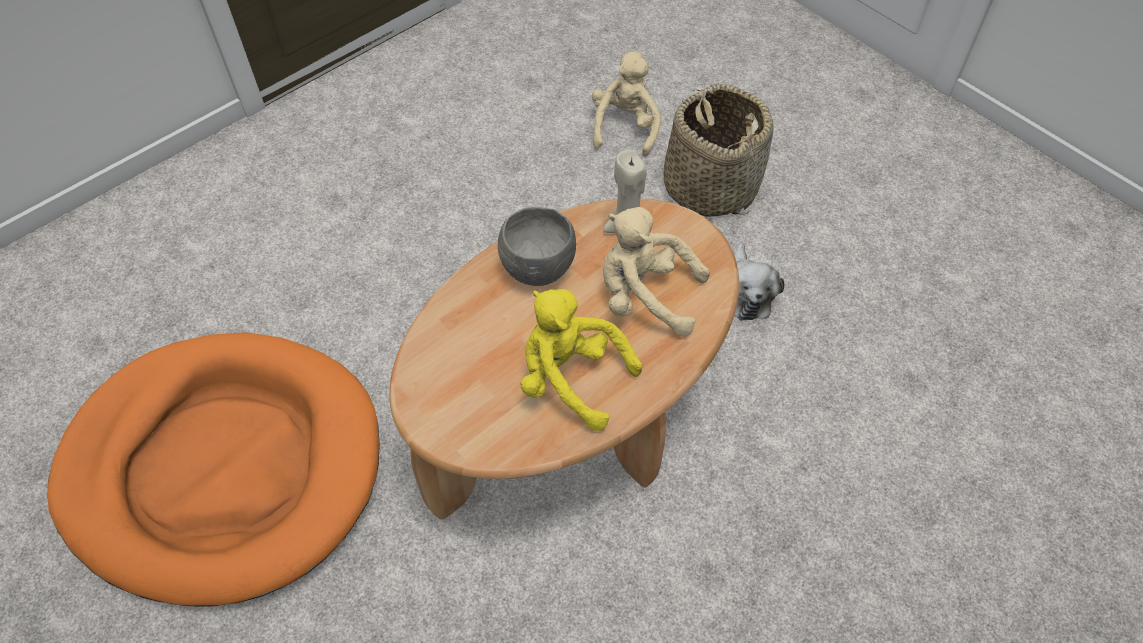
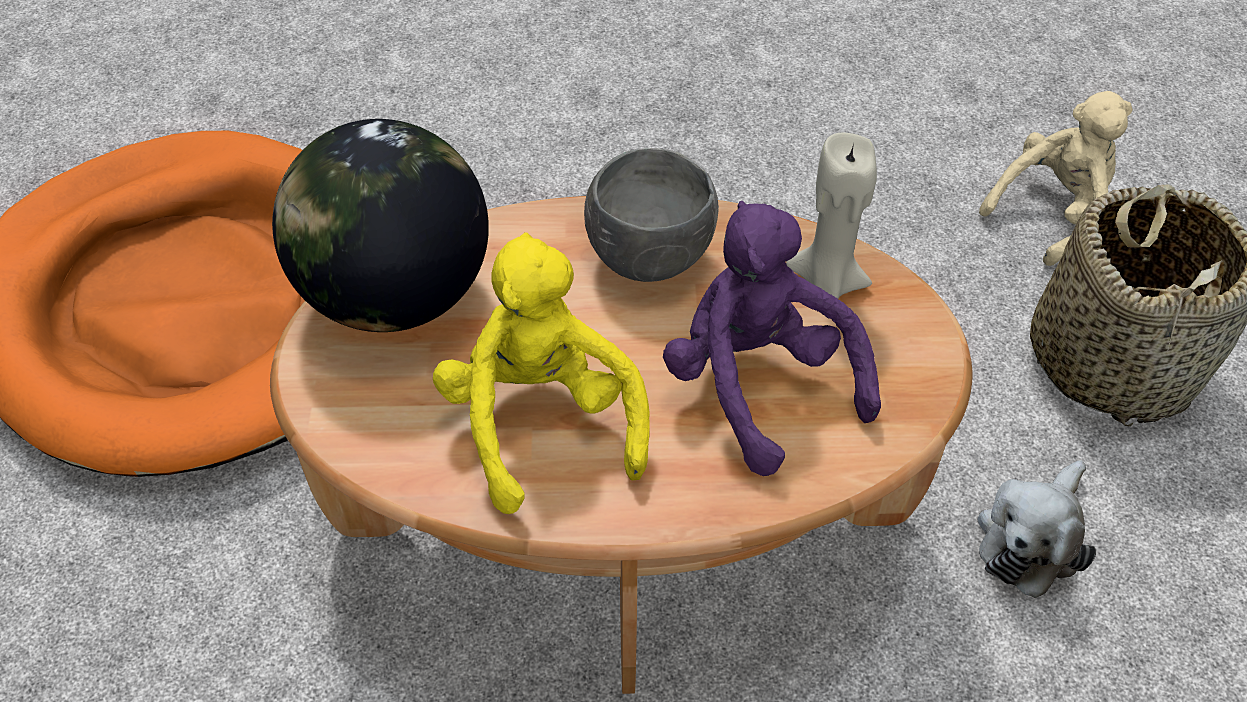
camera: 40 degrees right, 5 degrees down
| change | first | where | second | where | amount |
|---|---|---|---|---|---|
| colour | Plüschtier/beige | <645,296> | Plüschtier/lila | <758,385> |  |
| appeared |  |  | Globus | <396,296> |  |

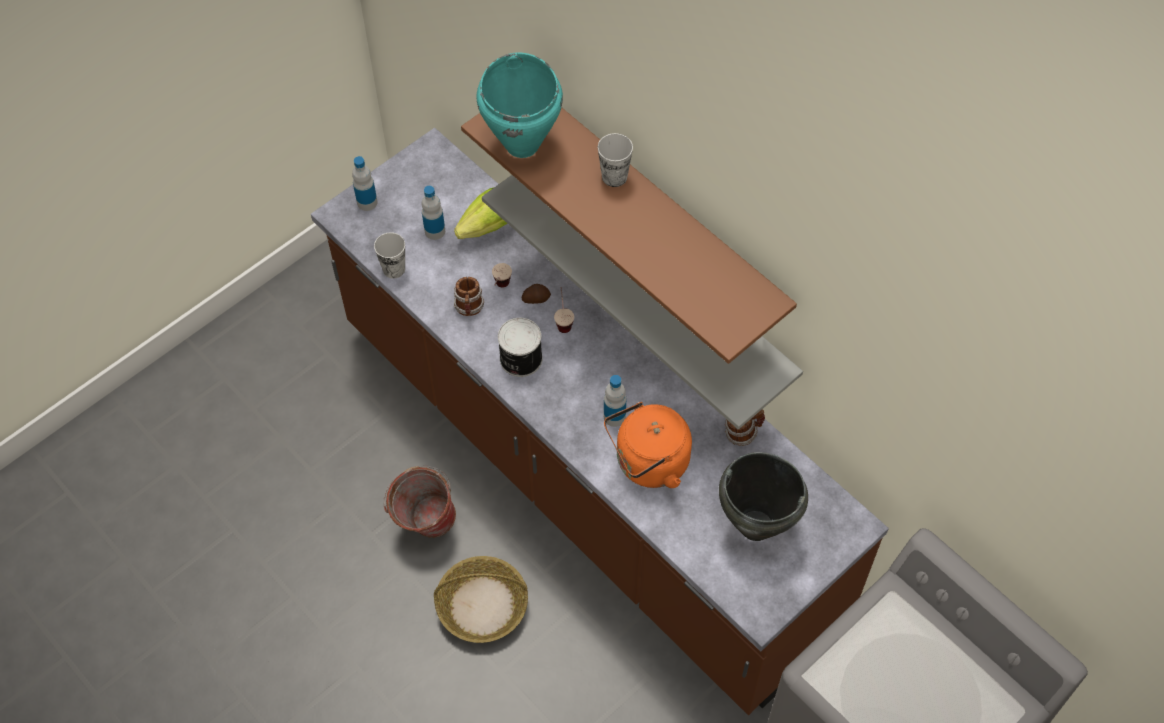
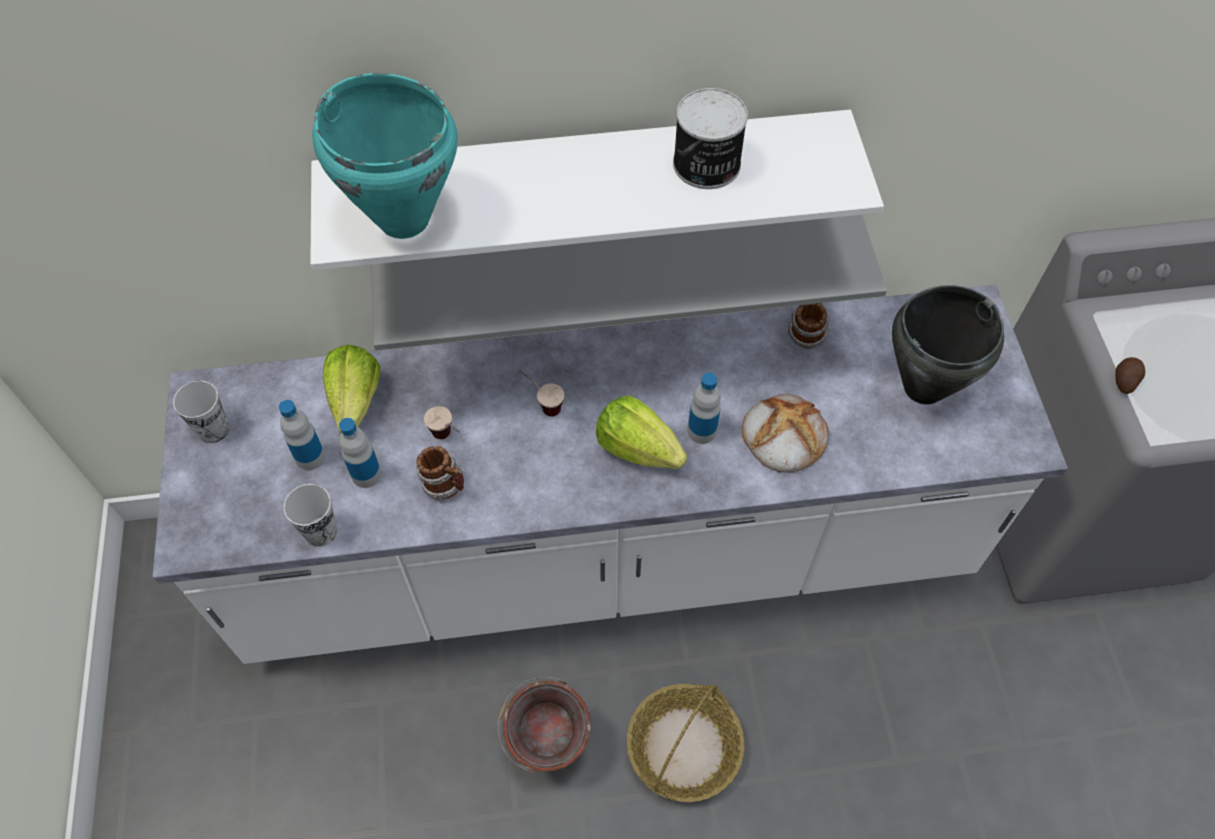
camera: 55 degrees left, 0 degrees up
| change | first | where | second | where | amount |
|---|---|---|---|---|---|
| colour | Küchenzeile/braun | <582,475> | Küchenzeile/weiß | <607,555> |  |
| relocated | Flasche | <367,202> |  | <366,474> |  |
| colour | Wandregal/braun | <655,208> | Wandregal/weiß | <586,171> |  |
| relocated | Dose | <520,359> |  | <706,165> |  |
| relocated | Kartoffel | <536,298> |  | <1124,380> |  |
| relocated | Tasse | <614,177> |  | <213,429> |  |
| exchanged | Wasserkessel/orange | <648,464> | Brot | <783,436> |  |
| appeared |  |  | Salatkopf | <638,448> |  |

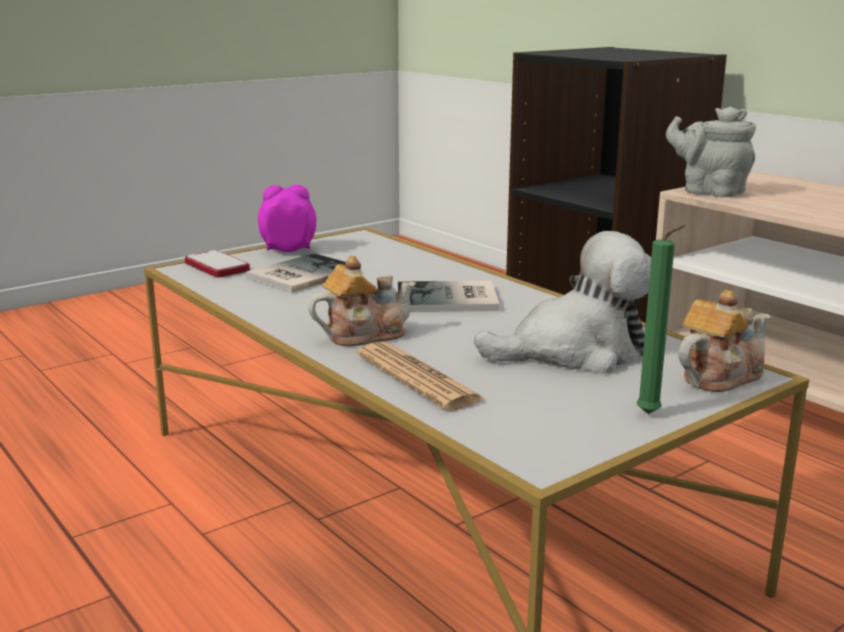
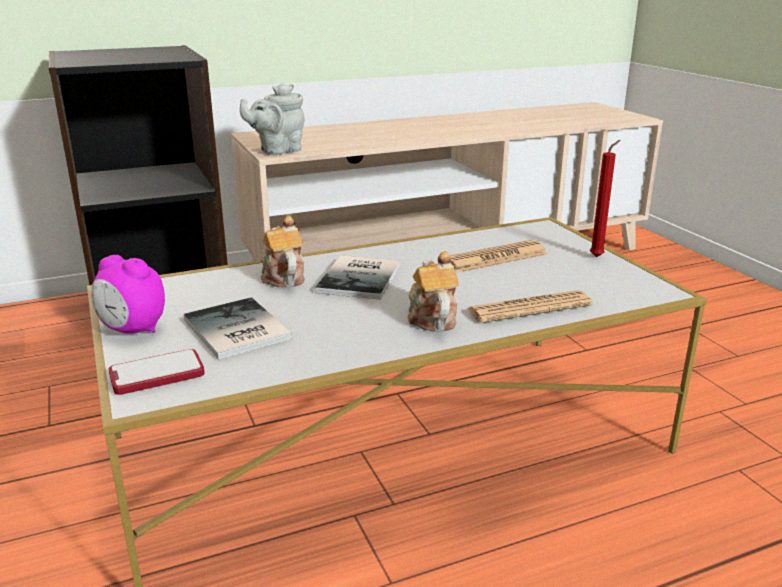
camera: 75 degrees left, 5 degrees up
| change | first | where | second | where | amount |
|---|---|---|---|---|---|
| spun | Wecker | <288,249> |  | <133,330> | 75 degrees counterclockwise |
| exchanged | Plüschtier | <575,353> | Zeitung | <496,258> |  |
| colour | Kerze/grün | <651,415> | Kerze/rot | <598,256> |  |
| relocated | Teekanne | <718,377> |  | <282,277> |  |

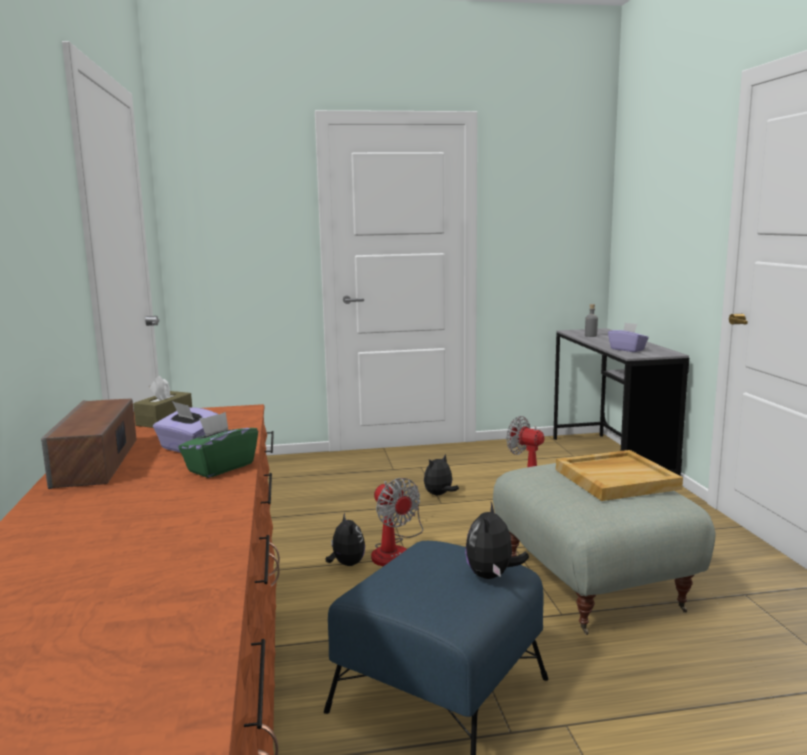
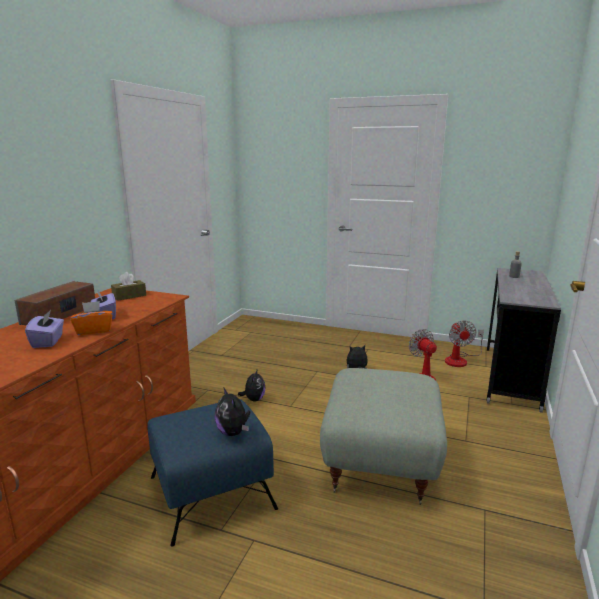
camera: 30 degrees right, 5 degrees up
| change | first | where | second | where | amount |
|---|---|---|---|---|---|
| colour | Taschentuchbox/grün | <220,467> | Taschentuchbox/orange | <94,330> |  |
| relocated | Ventilator | <395,550> |  | <460,360> |  |
| spun | Plüschtier | <492,576> |  | <233,432> | 75 degrees counterclockwise |
| missing | Tablett/beige | <616,479> |  |  |  |
| relocated | Taschentuchbox/lila | <627,349> |  | <48,341> |  |

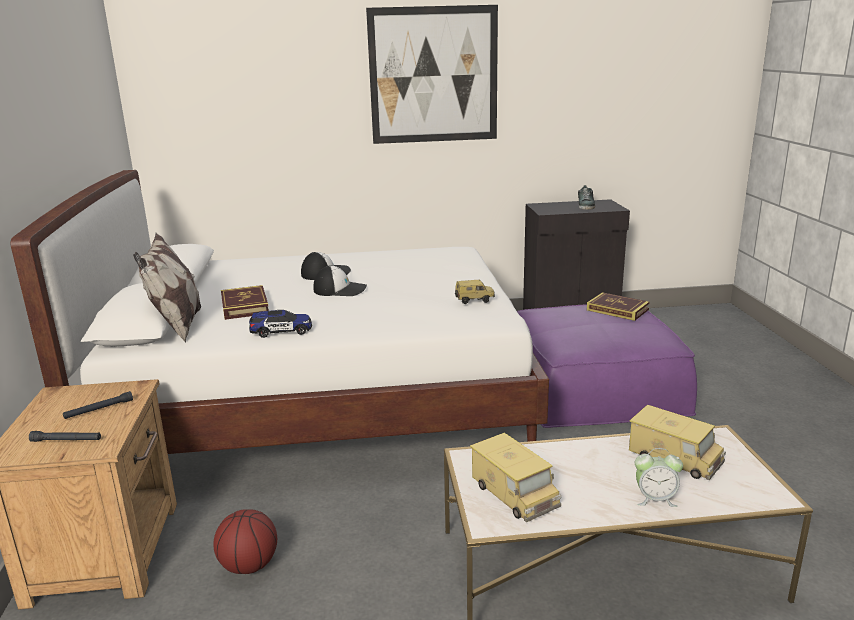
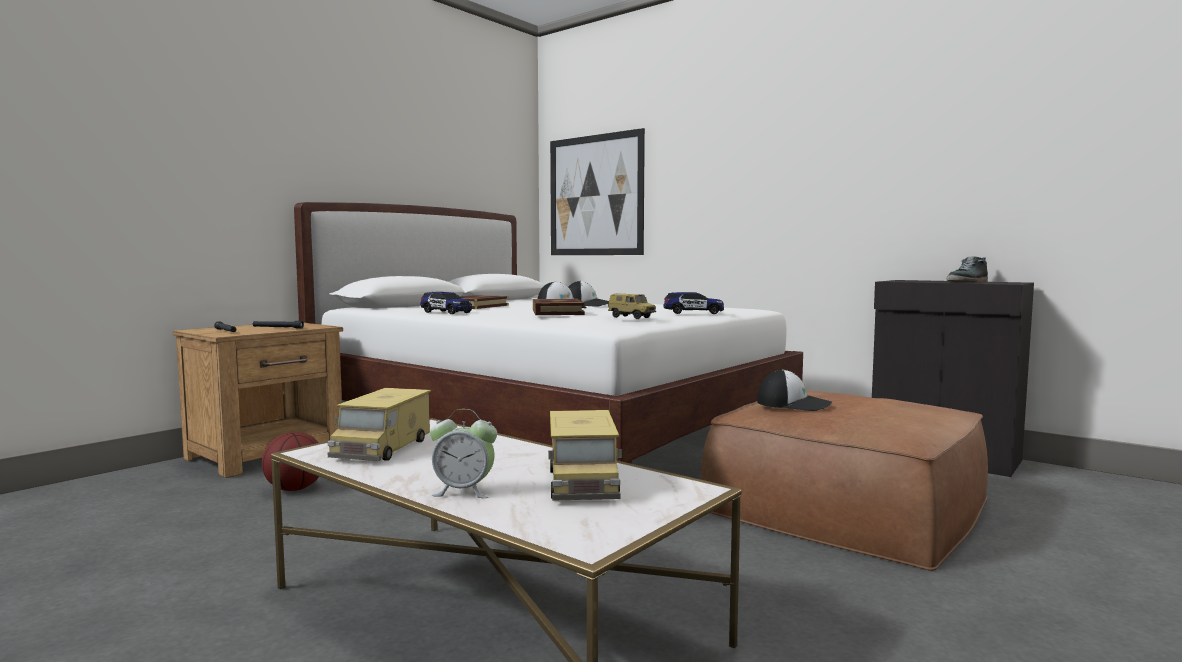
camera: 45 degrees right, 15 degrees down
| change | first | where | second | where | amount |
|---|---|---|---|---|---|
| missing | Kissen | <177,327> |  |  |  |
| relocated | Bild | <433,75> |  | <595,195> |  |
| colour | Polsterhocker/lila | <593,385> | Polsterhocker/braun | <844,503> |  |
| relocated | Buch | <617,310> |  | <557,312> |  |
| spun | Wecker | <655,499> |  | <464,491> | 45 degrees counterclockwise |
| appeared |  |  | Spielzeugauto | <693,313> |  |
| appeared |  |  | Kappe | <794,404> |  |

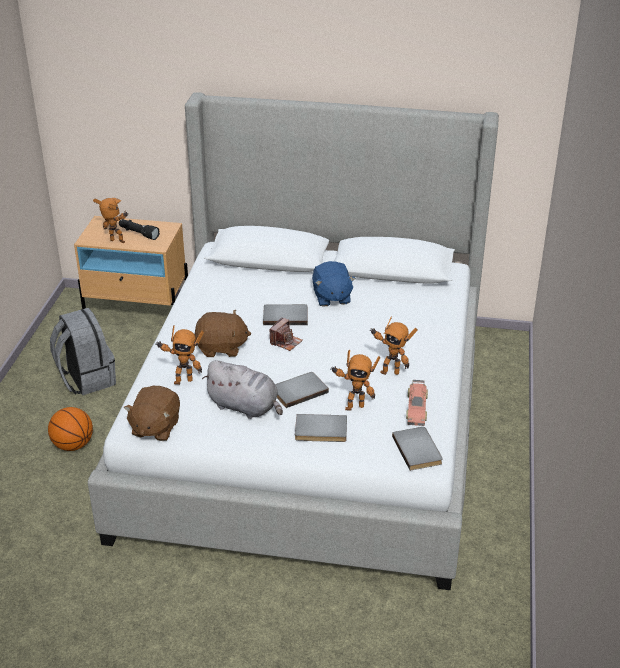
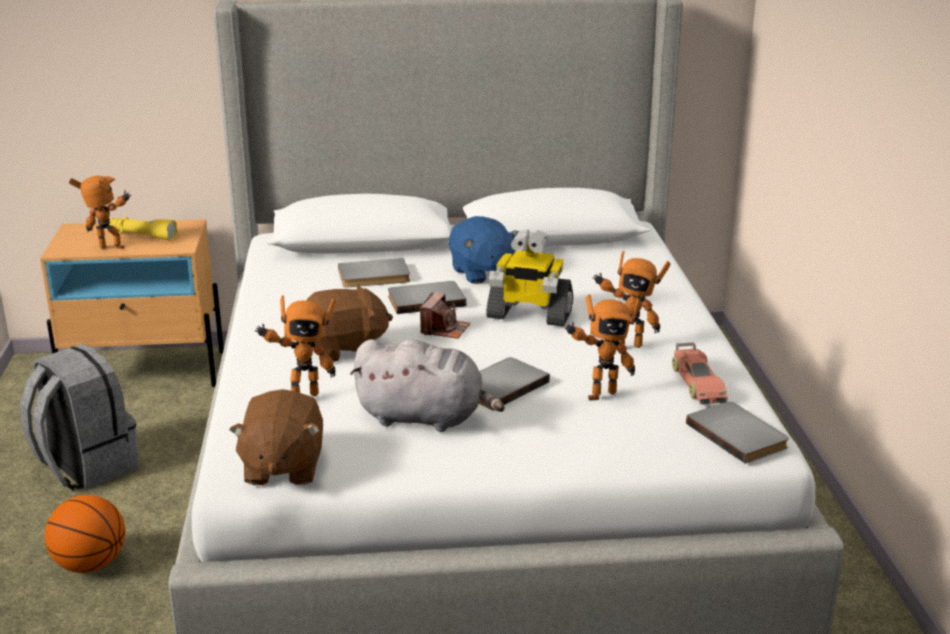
camera: 15 degrees left, 10 degrees down
| change | first | where | second | where | amount |
|---|---|---|---|---|---|
| colour | Taschenlampe/schwarz | <138,233> | Taschenlampe/gelb | <142,236> |  |
| relocated | Buch/grau | <321,431> |  | <374,277> |  |
| appeared |  |  | Spielzeugroboter | <528,315> |  |

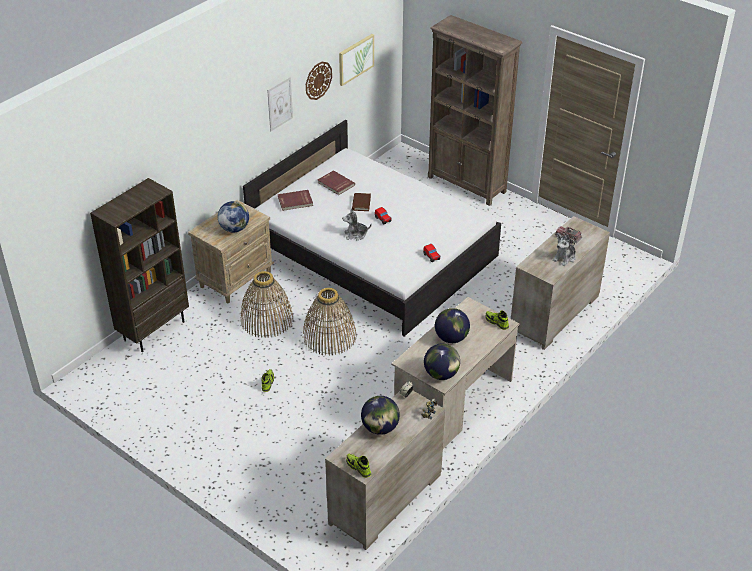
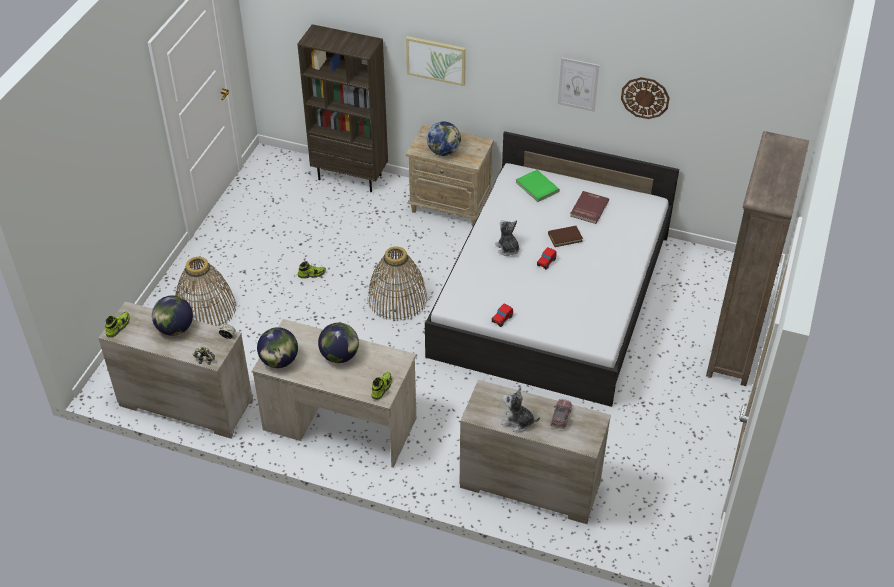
camera: 70 degrees right, 5 degrees up
| change | first | where | second | where | amount |
|---|---|---|---|---|---|
| relocated | Korb | <266,319> |  | <206,309> |  |
| colour | Buch/rot | <295,201> | Buch/grün | <536,187> |  |
| relocated | Bild | <355,59> |  | <436,60> |  |

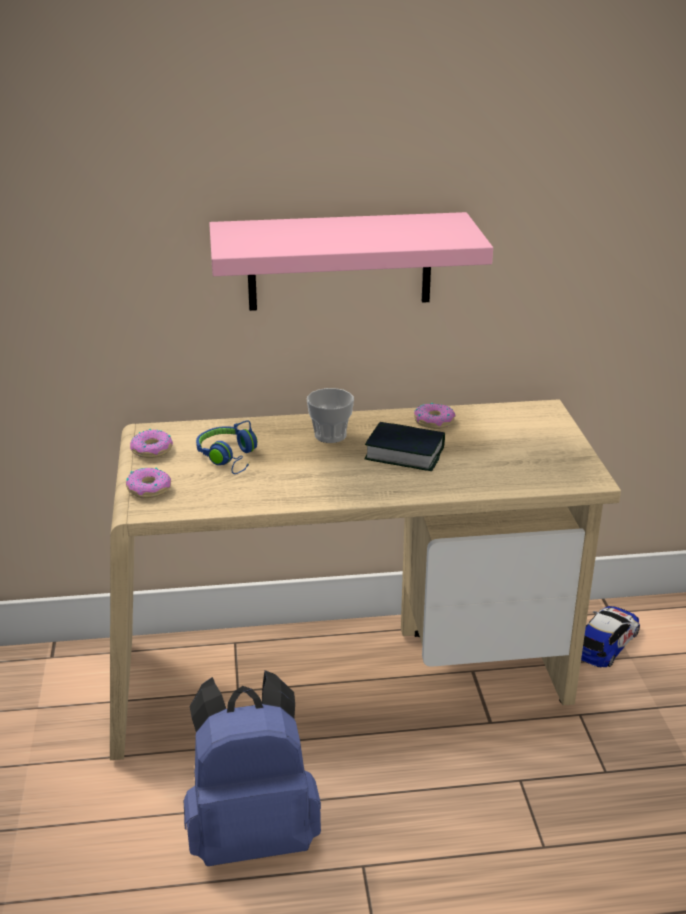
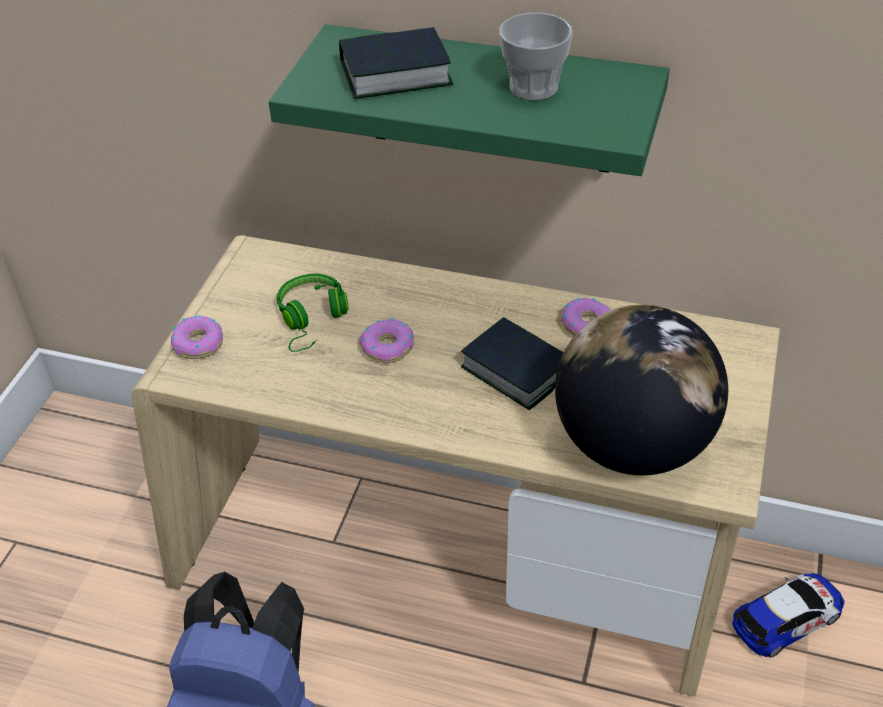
camera: 25 degrees right, 15 degrees up
| change | first | where | second | where | amount |
|---|---|---|---|---|---|
| relocated | Donut | <152,450> |  | <388,347> |  |
| colour | Kopfhörer/blau | <230,458> | Kopfhörer/grün | <312,319> |  |
| colour | Wandregal/rosa | <339,261> | Wandregal/grün | <491,100> |  |
| relocated | Tasse | <330,435> |  | <533,87> |  |
| appeared |  |  | Buch | <395,73> |  |
| appeared |  |  | Globus | <632,445> |  |

